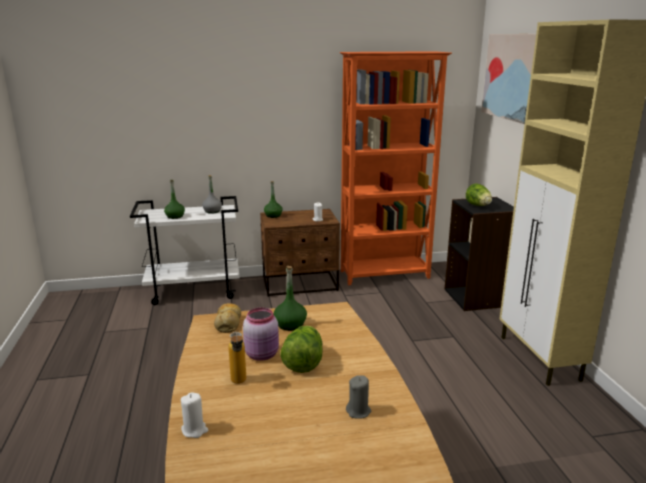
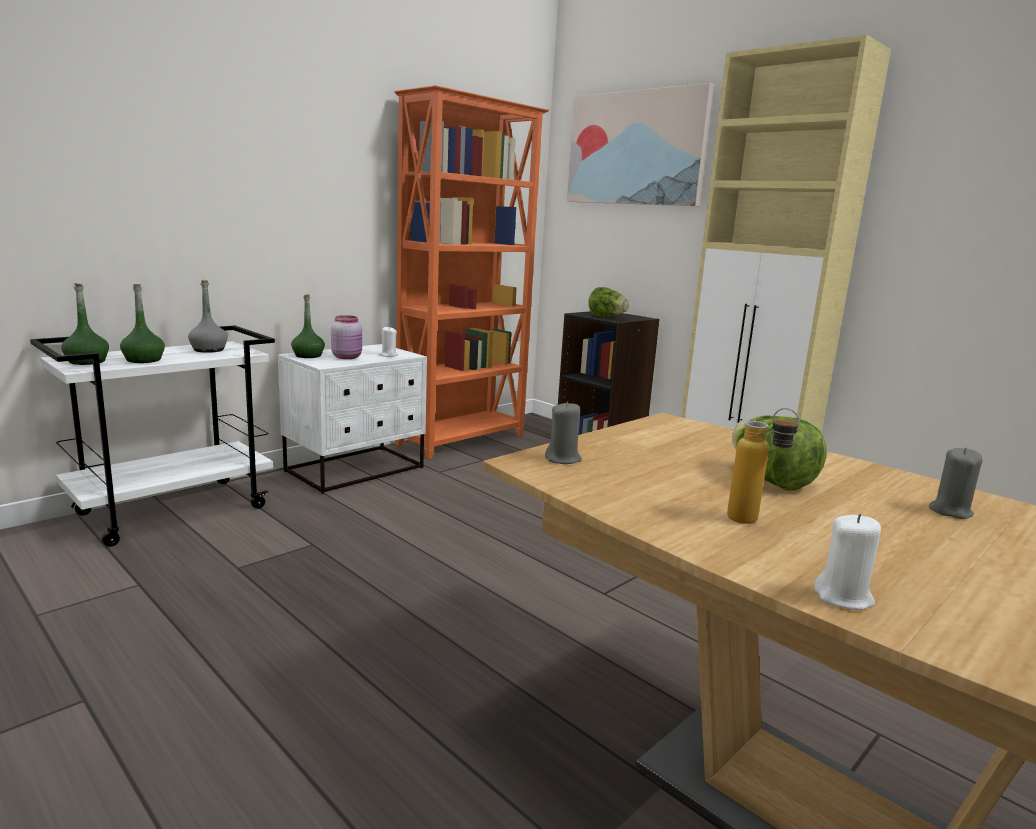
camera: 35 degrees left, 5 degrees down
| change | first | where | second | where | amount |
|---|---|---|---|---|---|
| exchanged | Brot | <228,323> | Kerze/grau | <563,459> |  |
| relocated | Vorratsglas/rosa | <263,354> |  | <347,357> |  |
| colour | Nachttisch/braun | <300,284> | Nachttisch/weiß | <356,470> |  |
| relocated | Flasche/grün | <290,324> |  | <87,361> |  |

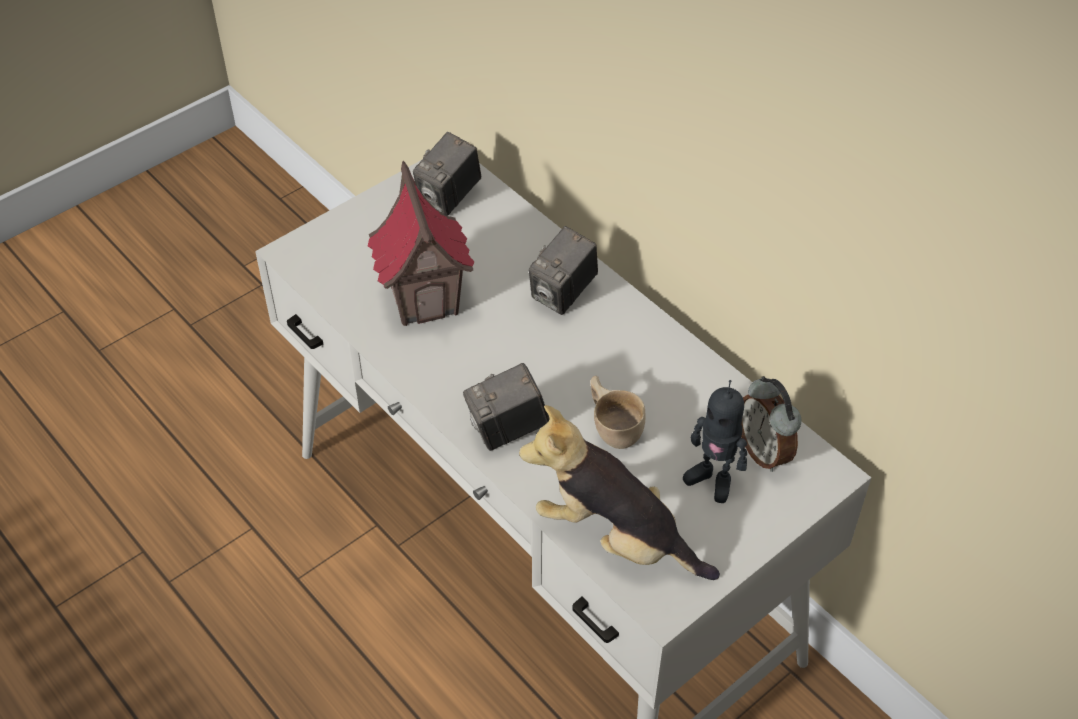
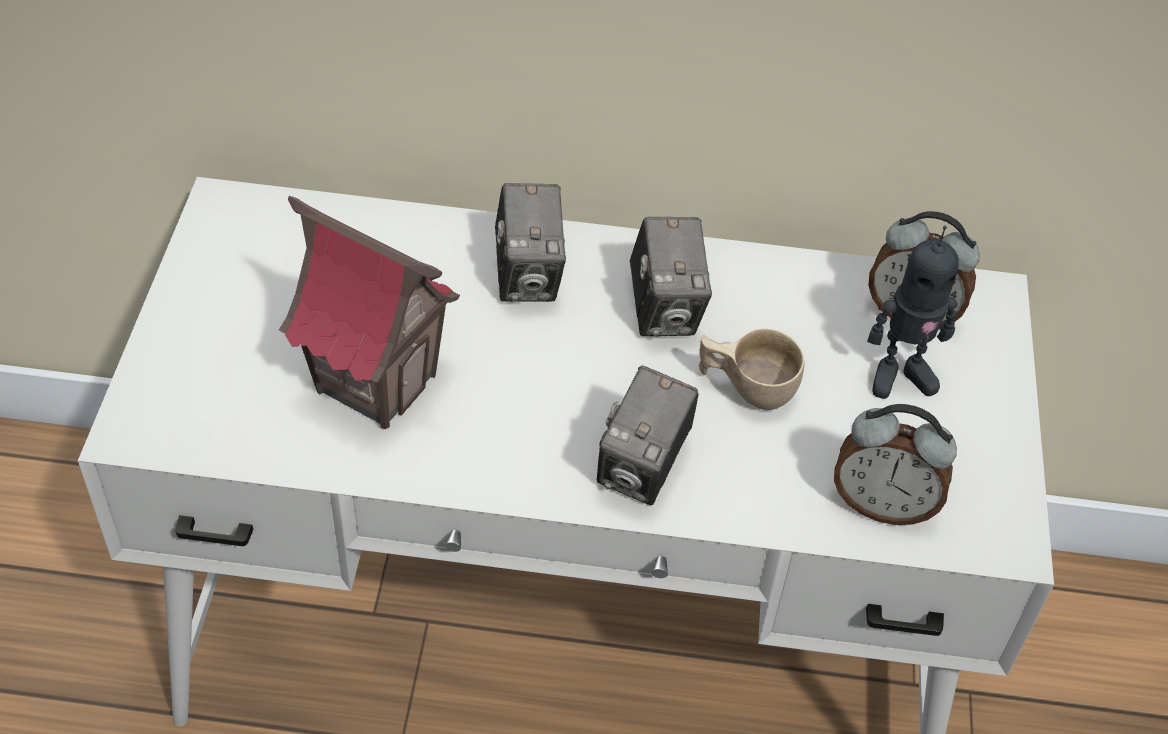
camera: 45 degrees left, 0 degrees up
| change | first | where | second | where | amount |
|---|---|---|---|---|---|
| relocated | Kamera | <449,197> |  | <665,310> |  |
| exchanged | Plüschtier | <615,537> | Wecker | <882,504> |  |

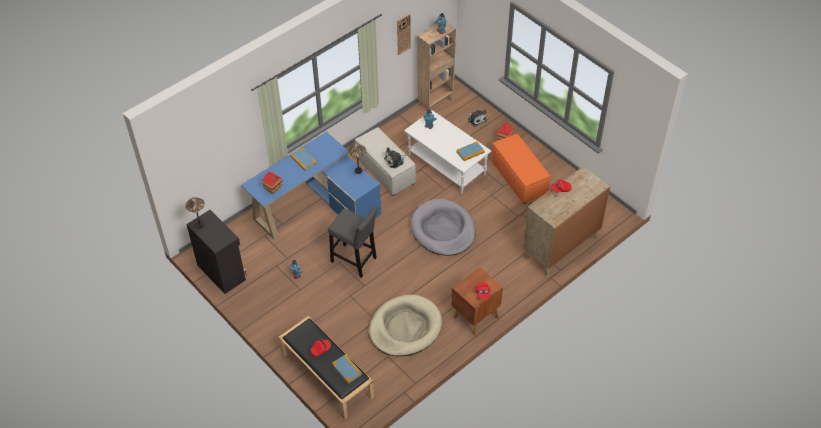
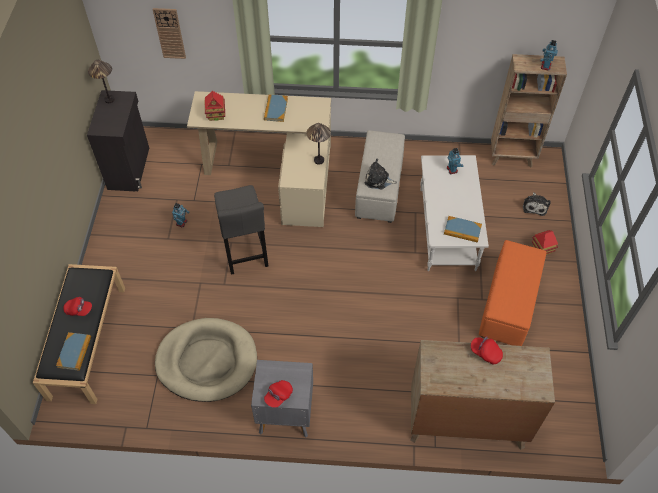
camera: 45 degrees right, 5 degrees up
| change | first | where | second | where | amount |
|---|---|---|---|---|---|
| colour | Schreibtisch/blau | <316,206> | Schreibtisch/beige | <276,172> |  |
| relocated | Wanduhr | <403,34> |  | <169,33> |  |
| missing | Hundebett/grau | <443,230> |  |  |  |
| colour | Nachttisch/braun | <475,317> | Nachttisch/grau | <284,414> |  |

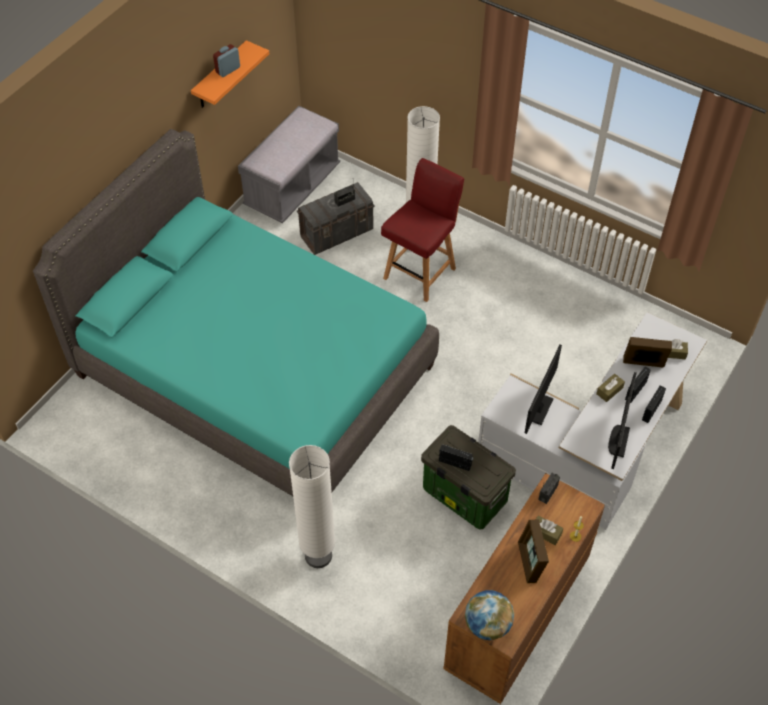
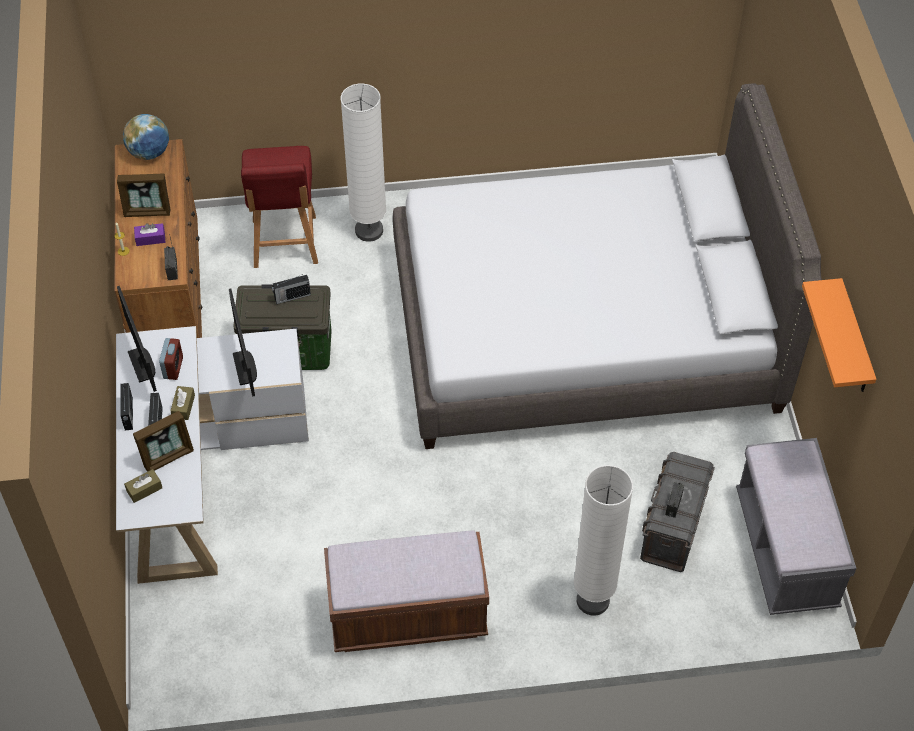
camera: 140 degrees right, 0 degrees up
| change | first | where | second | where | amount |
|---|---|---|---|---|---|
| colour | Bett/türkis | <255,371> | Bett/grau | <584,330> |  |
| relocated | Wecker | <228,70> |  | <173,368> |  |
| relocated | Stuhl/rot | <421,272> |  | <284,243> |  |
| spun | Bilderrahmen | <530,562> |  | <147,211> | 135 degrees clockwise |
| colour | Taschentuchbox/braun | <546,533> | Taschentuchbox/lila | <150,238> |  |
| appeared |  |  | Bank/braun | <408,616> |  |

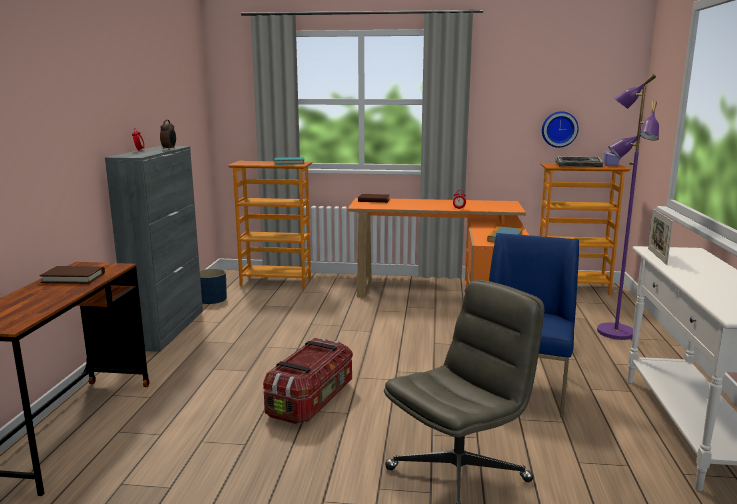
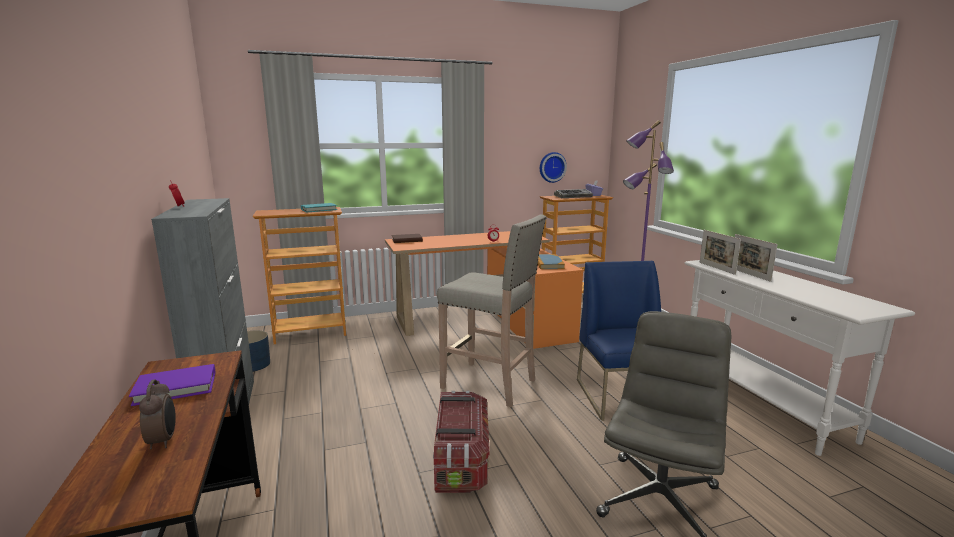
camera: 25 degrees left, 0 degrees up
| change | first | where | second | where | amount |
|---|---|---|---|---|---|
| colour | Buch/braun | <73,278> | Buch/lila | <176,388> |  |
| relocated | Wecker | <169,149> |  | <163,440> |  |
| appeared |  |  | Hocker/beige | <490,384> |  |
| appeared |  |  | Bilderrahmen | <749,274> |  |

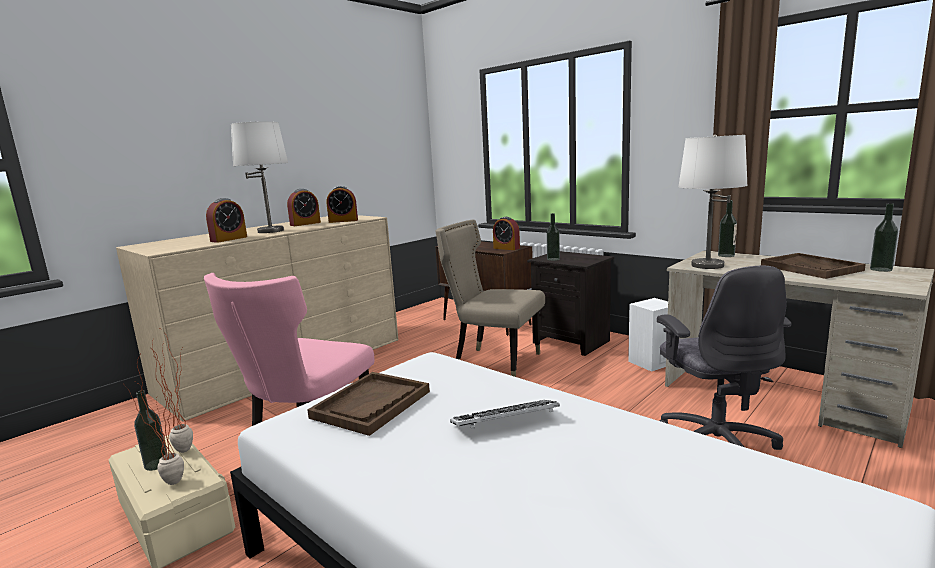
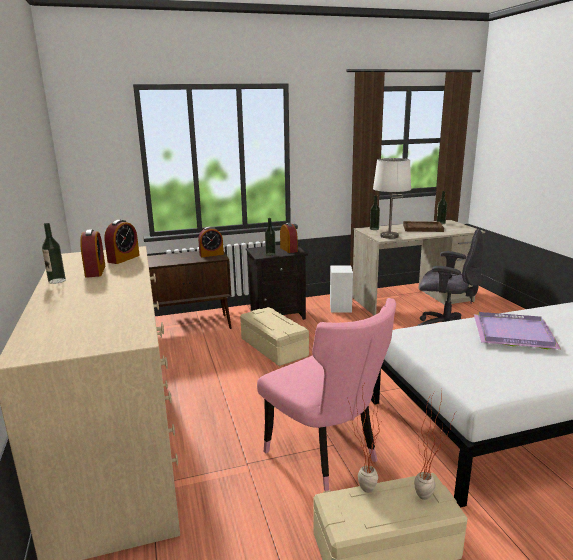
camera: 60 degrees left, 5 degrees up
| change | first | where | second | where | amount |
|---|---|---|---|---|---|
| relocated | Flasche | <156,464> |  | <57,281> |  |
| relocated | Wecker | <229,239> |  | <288,249> |  |
| missing | Tischlampe/weiß | <271,231> |  |  |  |
| missing | Tablett/braun | <371,405> |  |  |  |
| exchanged | Stuhl/beige | <493,363> | Aufbewahrungsbox/beige | <273,347> |  |
| exchanged | Tastatur | <505,421> | Tablett/lila | <515,334> |  |

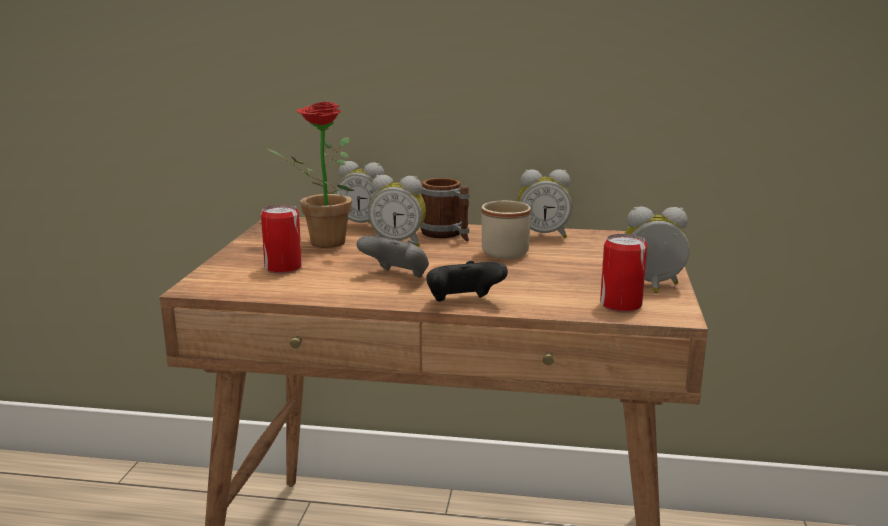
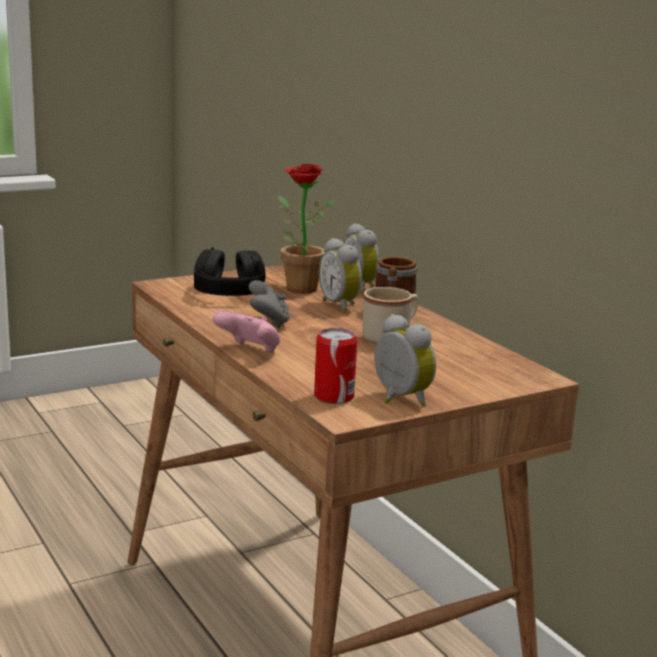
camera: 50 degrees right, 0 degrees up
| change | first | where | second | where | amount |
|---|---|---|---|---|---|
| exchanged | Dose | <283,268> | Kopfhörer/schwarz | <229,292> |  |
| colour | Gamepad/schwarz | <463,303> | Gamepad/rosa | <249,351> |  |
| missing | Wecker | <542,235> |  |  |  |

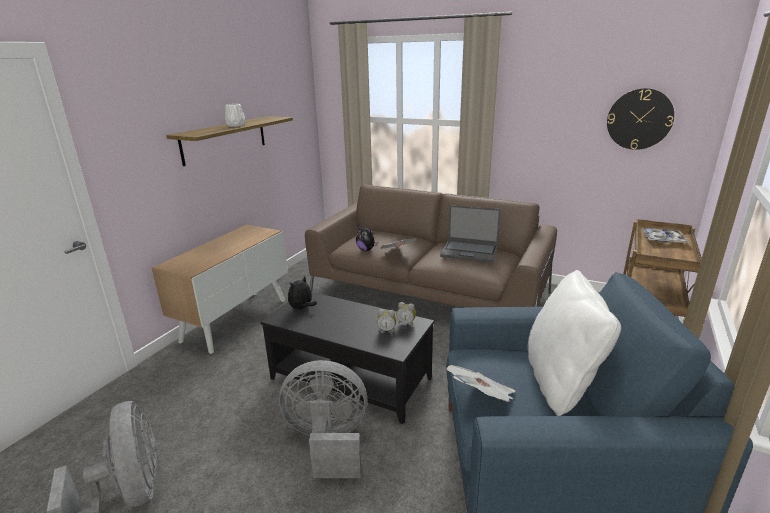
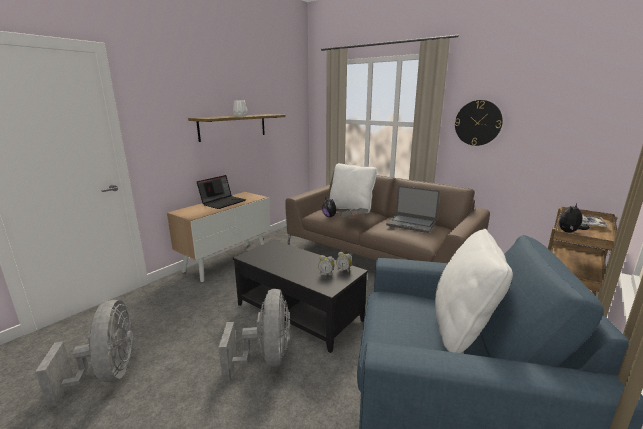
camera: 10 degrees right, 5 degrees down
| change | first | where | second | where | amount |
|---|---|---|---|---|---|
| spun | Ventilator/grau | <328,442> |  | <266,358> | 75 degrees clockwise |
| relocated | Plüschtier | <302,308> |  | <569,232> |  |
| missing | Zeitung | <482,397> |  |  |  |
| relocated | Wanduhr | <639,119> |  | <478,123> |  |
| appeared |  |  | Laptop | <223,202> |  |
| appeared |  |  | Kissen/weiß | <351,208> |  |

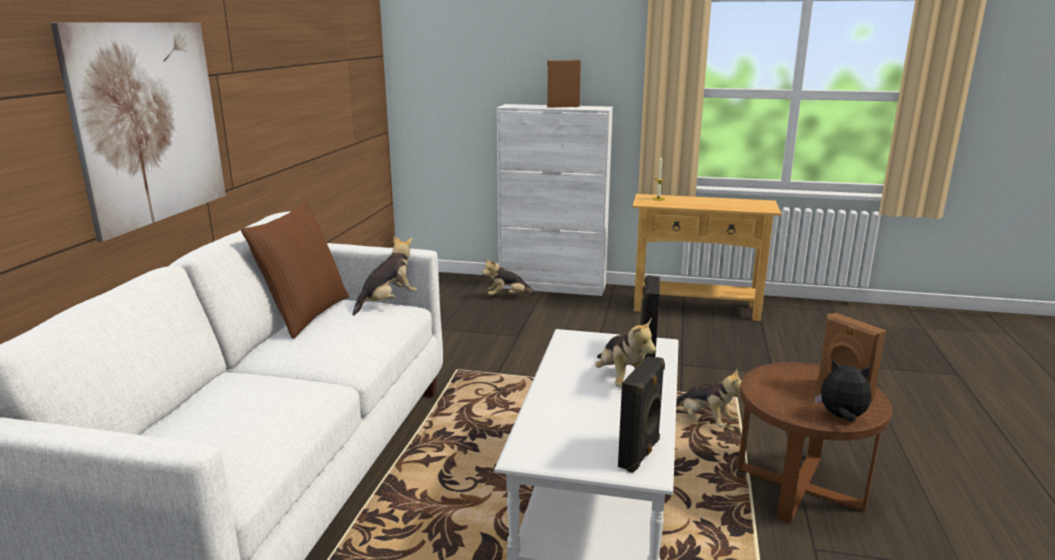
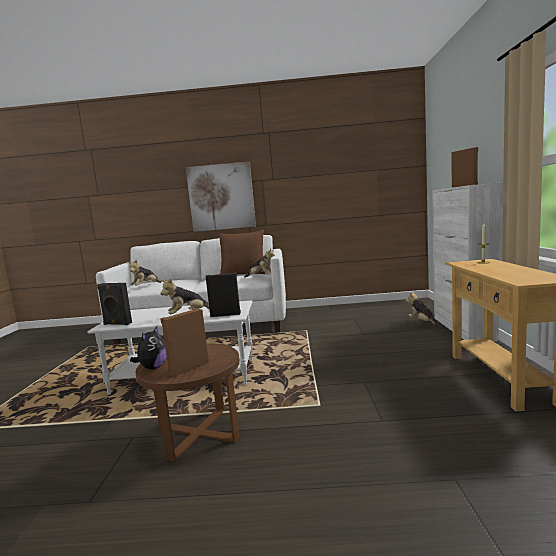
camera: 80 degrees right, 10 degrees down
| change | first | where | second | where | amount |
|---|---|---|---|---|---|
| relocated | Plüschtier | <705,420> |  | <145,286> |  |

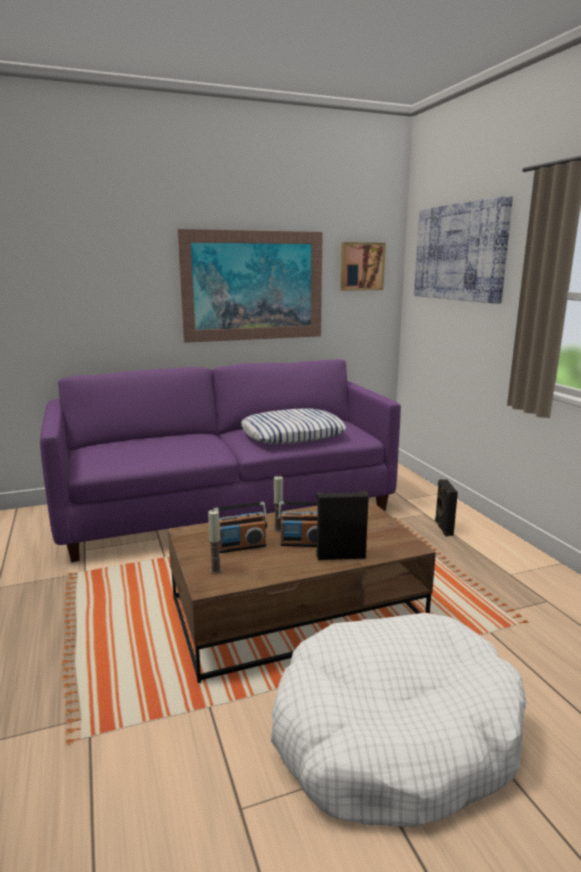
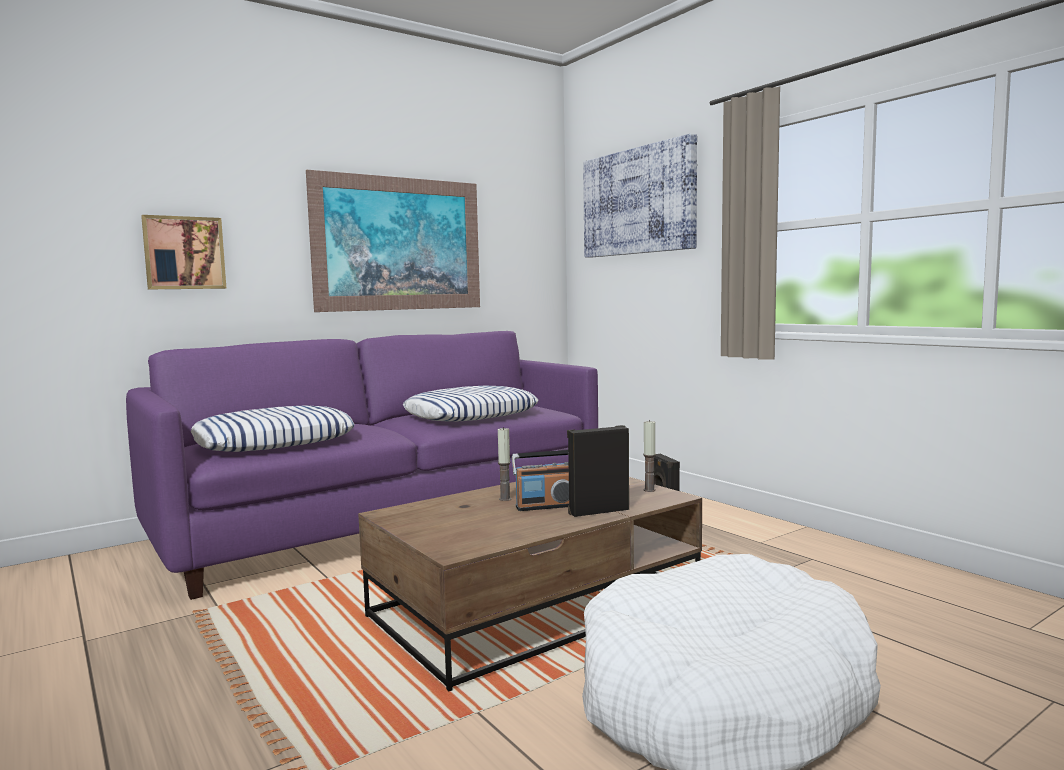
camera: 15 degrees left, 10 degrees down
| change | first | where | second | where | amount |
|---|---|---|---|---|---|
| relocated | Kerze | <216,570> |  | <649,490> |  |
| missing | Radio | <241,546> |  |  |  |
| relocated | Bild | <361,266> |  | <184,253> |  |
| appeared |  |  | Kissen | <275,441> |  |

